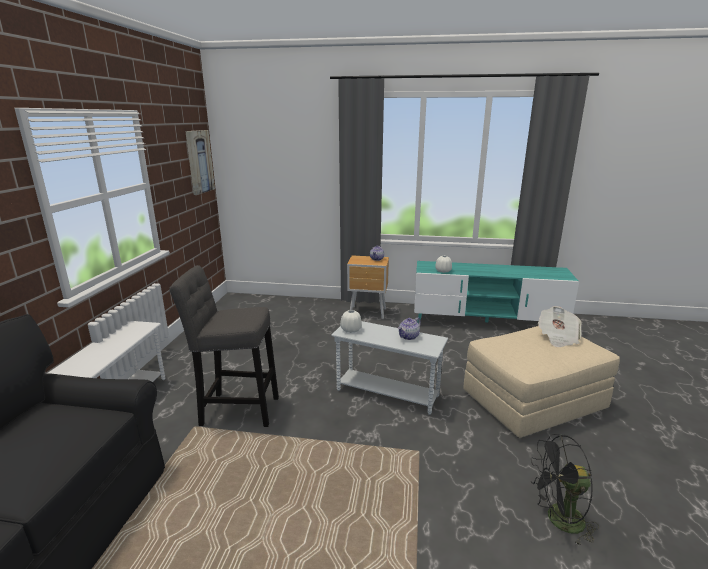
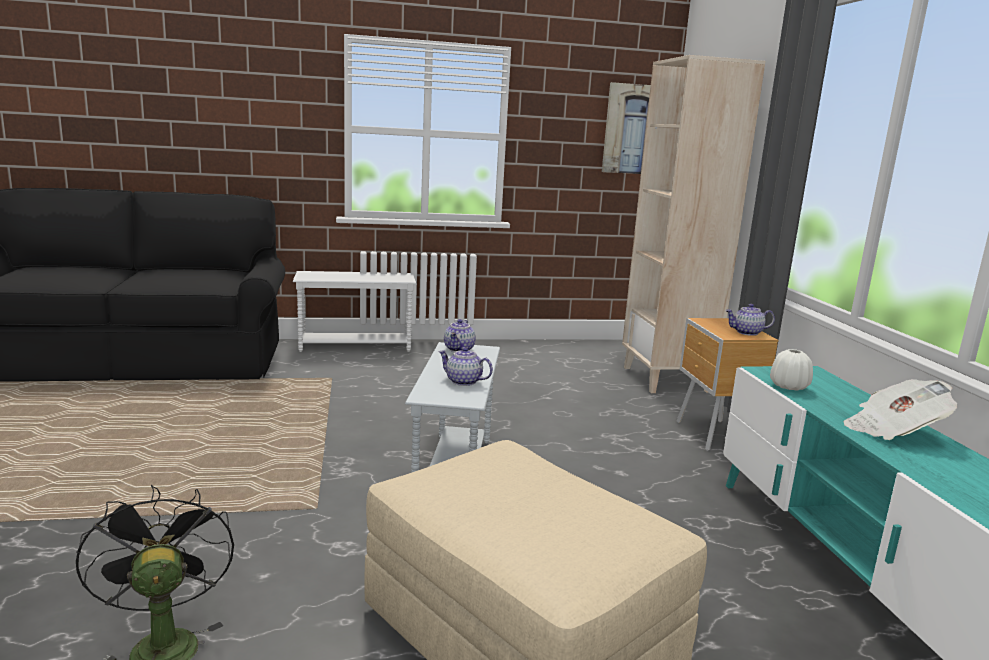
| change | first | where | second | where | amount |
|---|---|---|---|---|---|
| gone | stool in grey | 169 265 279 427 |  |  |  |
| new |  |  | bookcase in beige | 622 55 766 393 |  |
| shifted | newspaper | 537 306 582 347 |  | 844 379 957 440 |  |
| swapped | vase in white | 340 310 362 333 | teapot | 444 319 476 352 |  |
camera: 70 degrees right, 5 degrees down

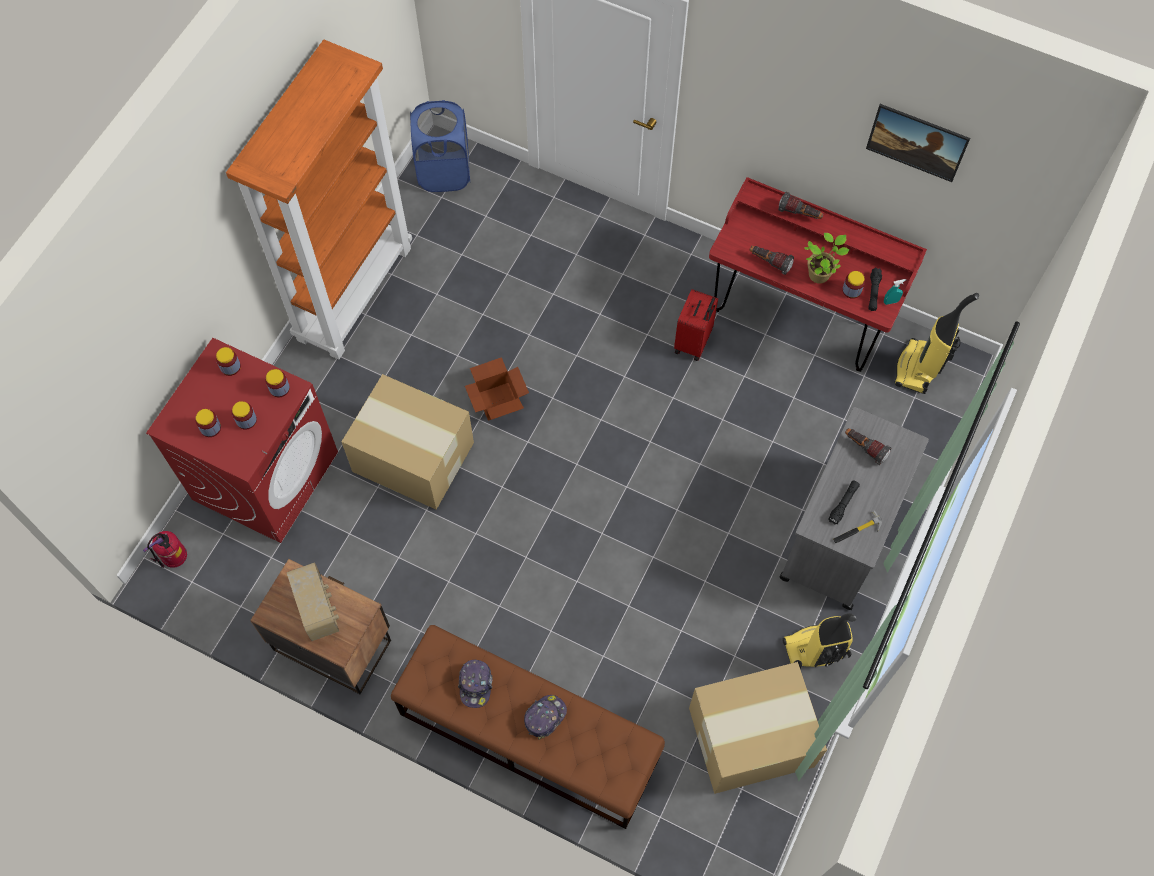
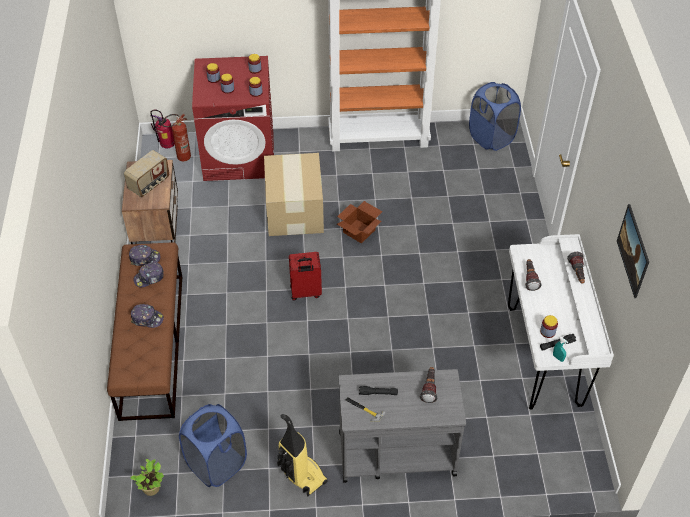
| change | first | where | second | where | amount |
|---|---|---|---|---|---|
| gone | vacuum cleaner | 895 293 979 394 |  |  |  |
| new |  |  | cap | 129 245 160 266 |  |
| new |  |  | fire extinguisher | 162 114 191 161 |  |
| shifted | suitcase in red | 674 289 718 361 |  | 289 252 322 301 |  |
| shifted | potted plant | 804 233 850 284 |  | 130 459 164 496 |  |
| swapped | cardboard box | 689 662 827 794 | laundry basket in blue | 179 404 247 487 |  |
| repainted | desk in red | 709 177 927 372 | desk in white | 508 234 614 410 |  |
camera: 60 degrees right, 15 degrees down

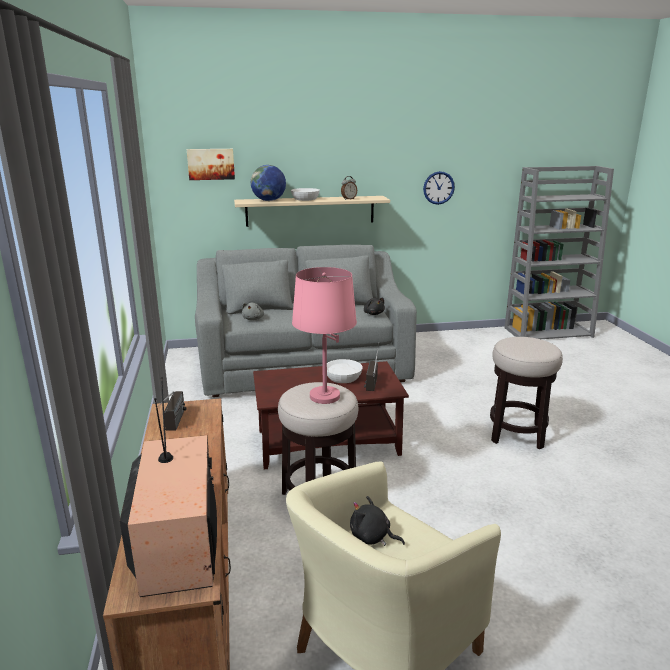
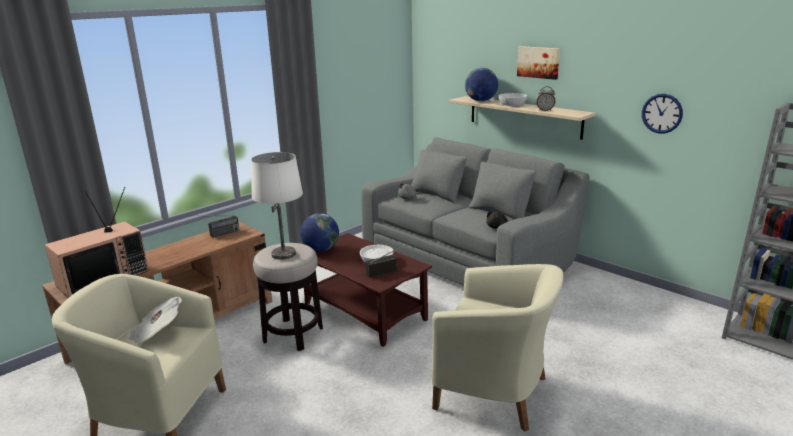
| change | first | where | second | where | amount |
|---|---|---|---|---|---|
| new |  |  | globe | 300 213 339 252 |  |
| shifted | picture | 187 149 235 180 |  | 517 46 560 80 |  |
| swapped | plush toy in black | 350 496 405 546 | newspaper | 127 297 182 345 |  |
| swapped | stool | 490 337 563 449 | armchair in beige | 431 264 564 432 |  |
| repainted | table lamp in pink | 292 267 357 404 | table lamp in white | 251 152 303 260 |  |
camera: 55 degrees right, 0 degrees up

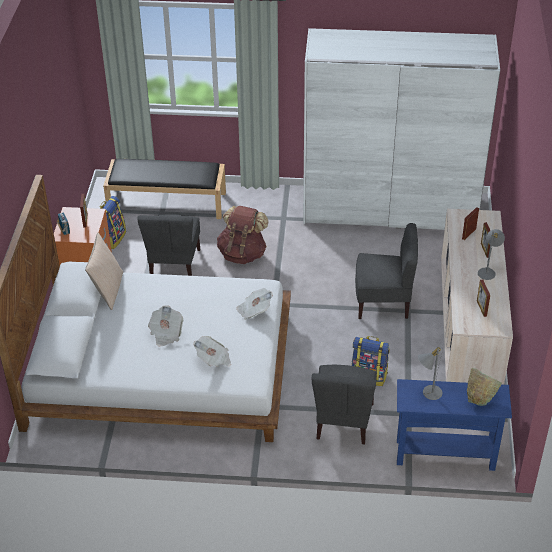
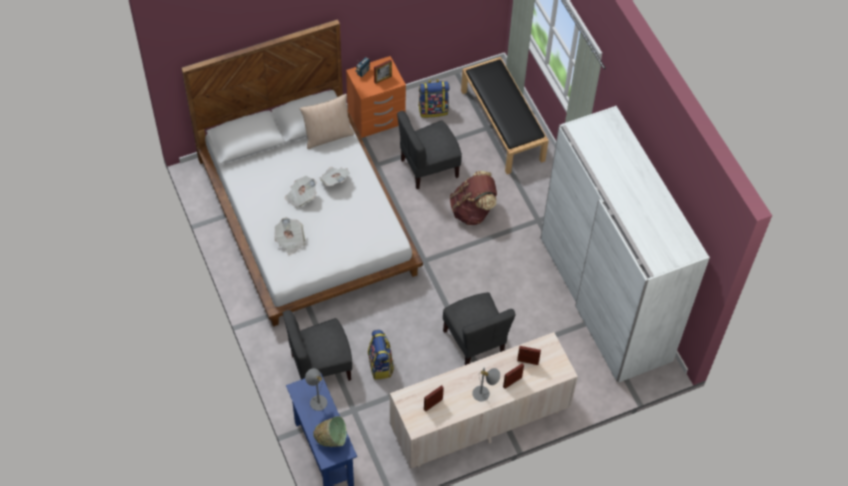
| change | first | where | second | where | amount |
|---|---|---|---|---|---|
| shifted | newspaper | 236 288 273 320 |  | 319 167 350 186 |  |
camera: 60 degrees right, 15 degrees up

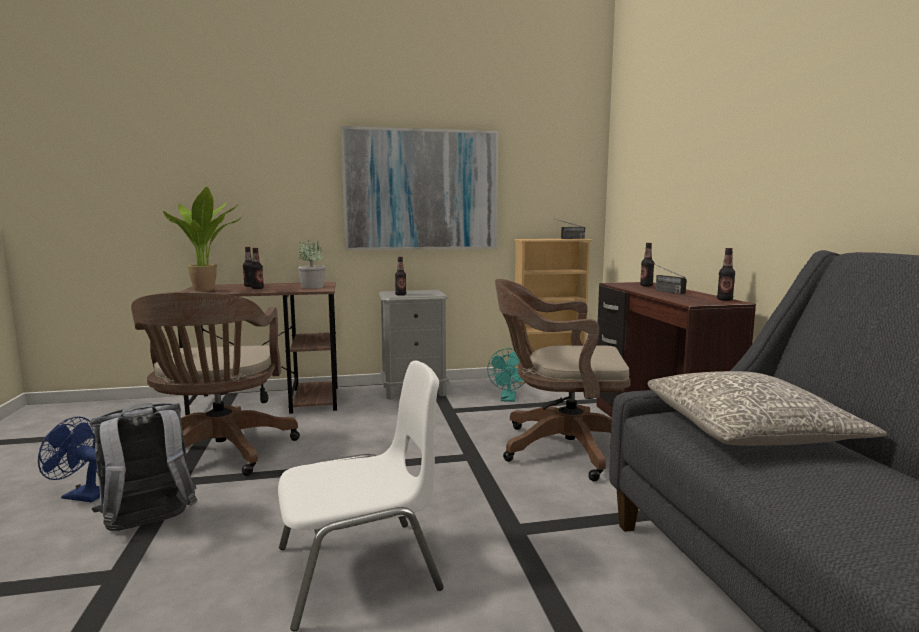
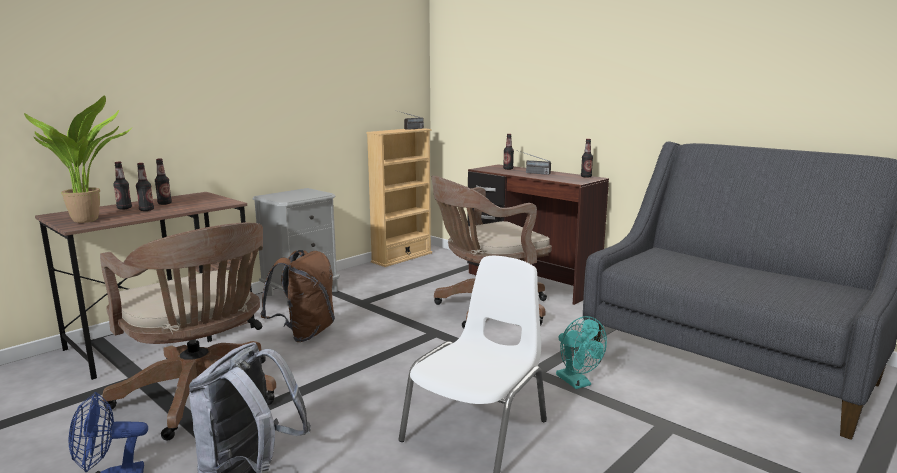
| change | first | where | second | where | amount |
|---|---|---|---|---|---|
| gone | potted plant | 298 240 325 288 |  |  |  |
| gone | picture | 341 126 498 250 |  |  |  |
| gone | pillow in grey | 647 371 887 446 |  |  |  |
| new |  |  | backpack in brown | 261 250 335 342 |  |
| shifted | bottle | 395 257 406 296 |  | 155 158 172 205 |  |
| shifted | fan in turquoise | 487 348 525 402 |  | 556 316 607 389 |  |
camera: 35 degrees left, 5 degrees up

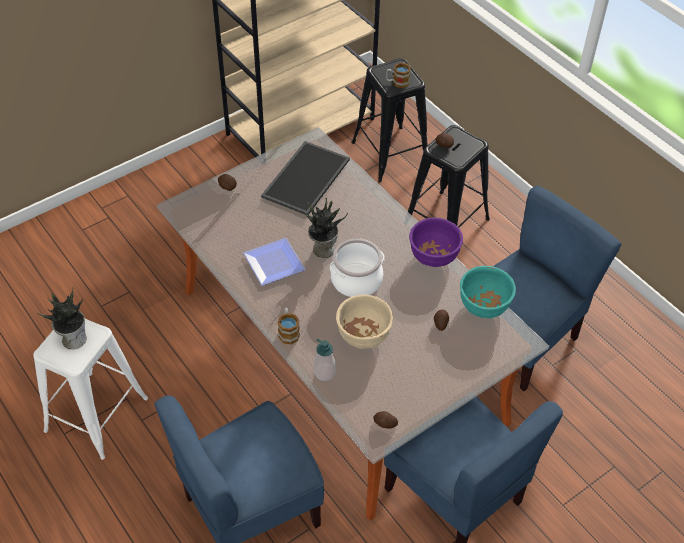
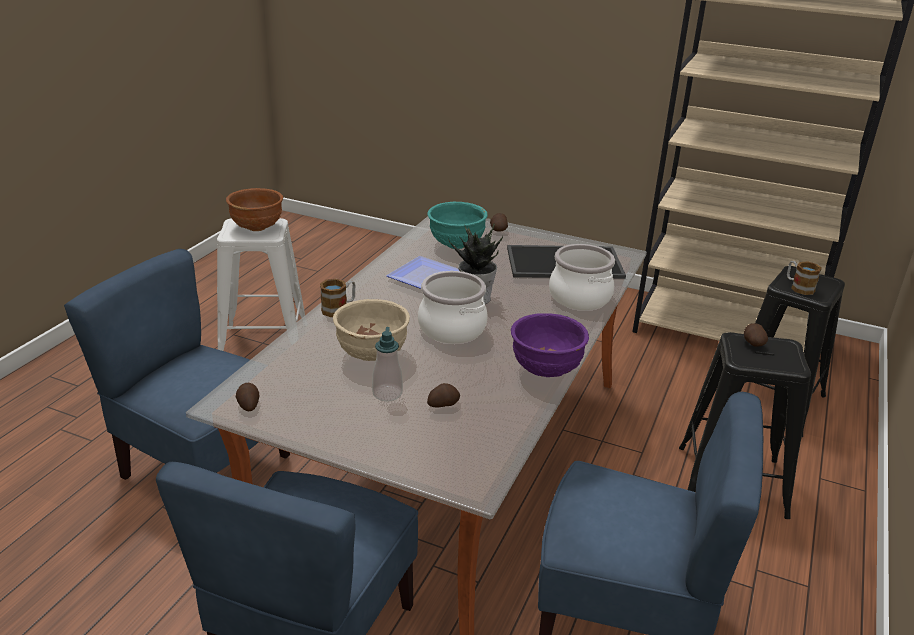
| change | first | where | second | where | amount |
|---|---|---|---|---|---|
| new |  |  | cooking pot | 549 244 615 310 |  |
| shifted | soap dispenser | 314 339 336 381 |  | 372 327 403 402 |  |
| shifted | bowl in turquoise | 460 266 516 318 |  | 427 202 487 249 |  |
| swapped | potted plant | 36 288 87 349 | bowl in brown | 226 188 283 231 |  |
camera: 60 degrees right, 20 degrees down

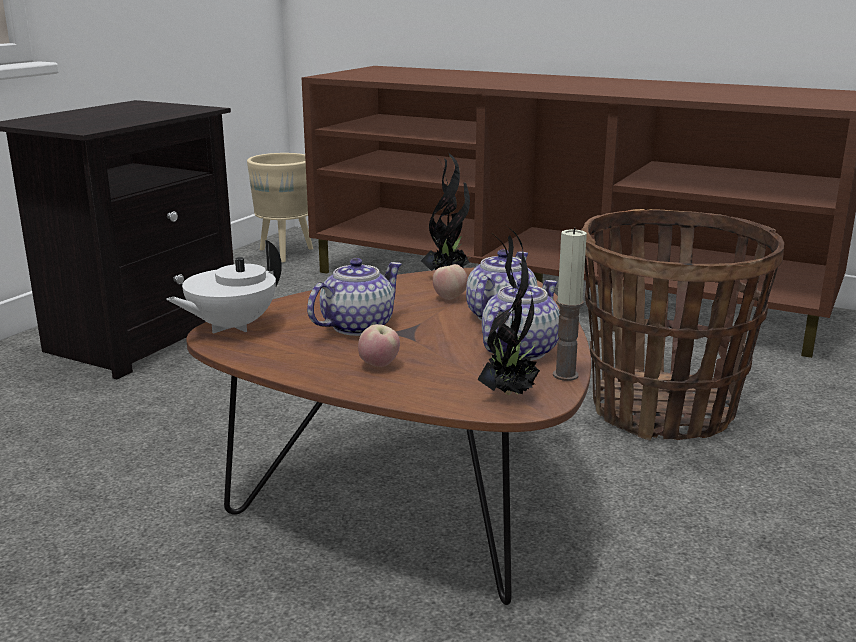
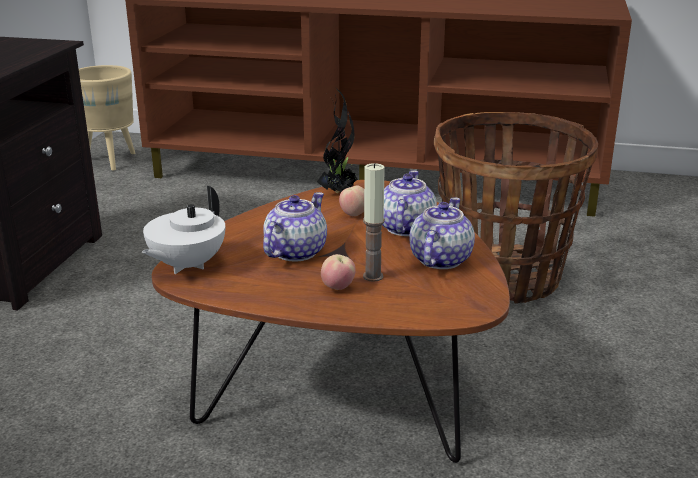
| change | first | where | second | where | amount |
|---|---|---|---|---|---|
| gone | potted plant | 477 227 540 395 |  |  |  |
| shifted | candle | 553 228 587 381 |  | 363 163 385 282 |  |
camera: 15 degrees left, 5 degrees up

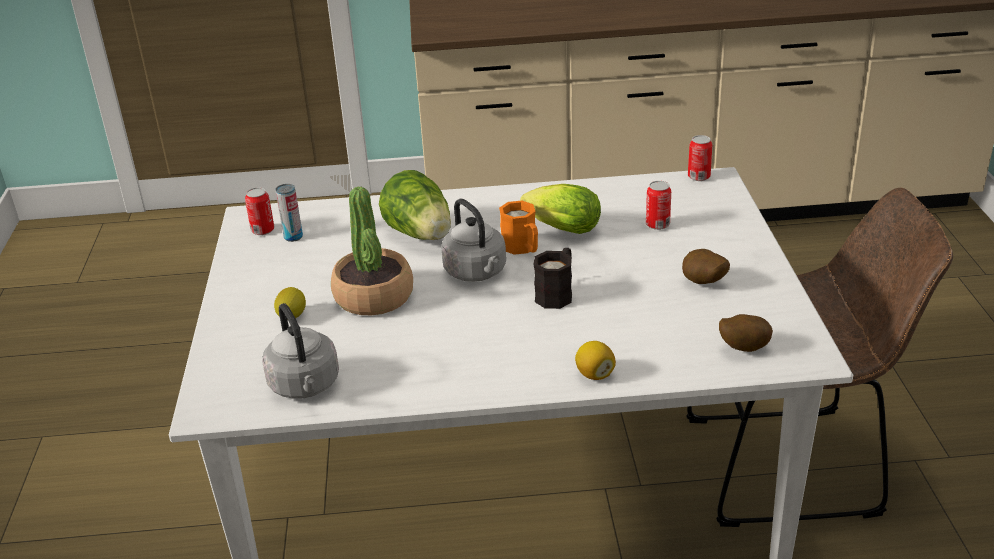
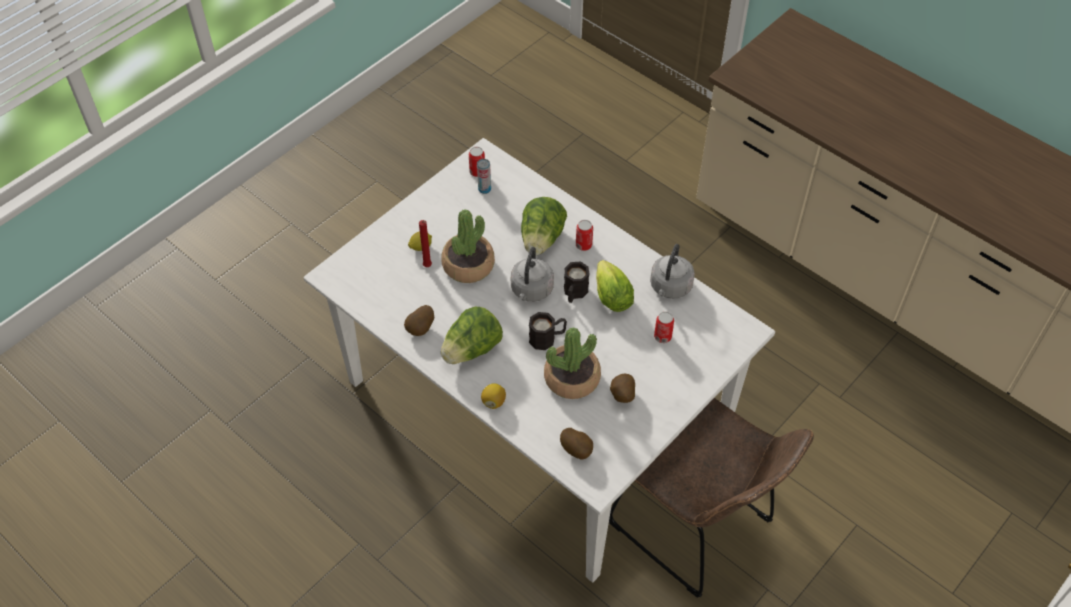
| change | first | where | second | where | amount |
|---|---|---|---|---|---|
| new |  |  | potato | 404 305 434 336 |  |
| new |  |  | candle in red | 419 220 432 267 |  |
| new |  |  | lettuce | 441 306 503 364 |  |
| new |  |  | potted plant | 544 327 601 399 |  |
| shifted | kettle in grey | 262 303 339 399 |  | 650 244 695 299 |  |
| shifted | can | 688 135 712 181 |  | 576 220 593 251 |  |
| repainted | mug in orange | 499 201 538 255 | mug in black | 564 261 589 303 |  |
camera: 45 degrees right, 20 degrees up

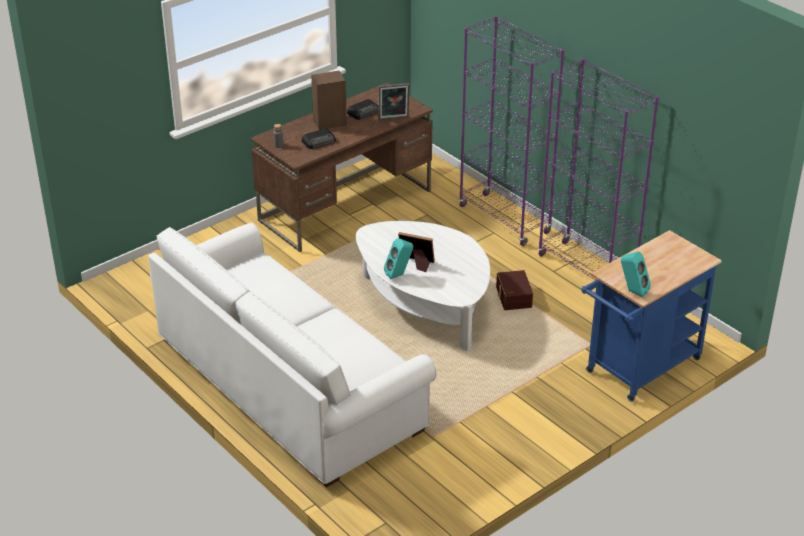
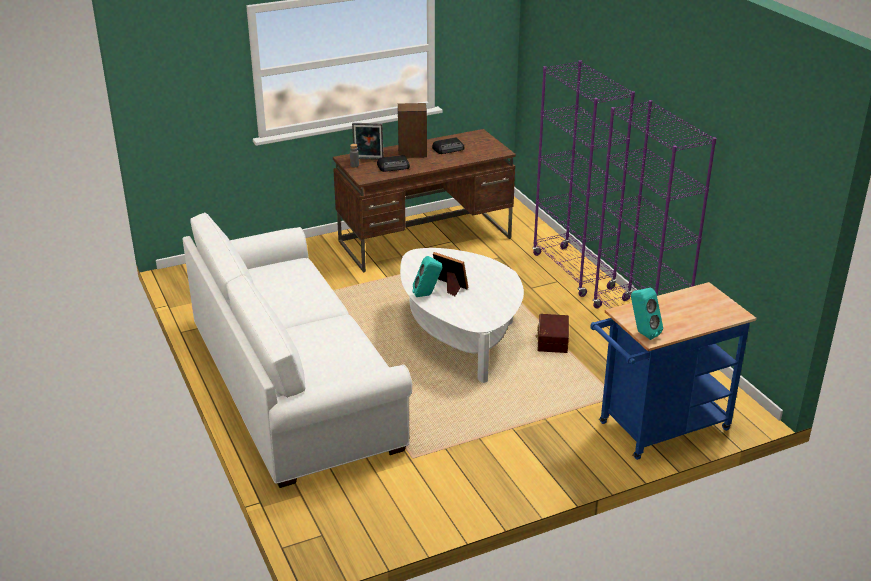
| change | first | where | second | where | amount |
|---|---|---|---|---|---|
| shifted | picture frame | 379 83 409 120 |  | 352 123 384 160 |  |
camera: 15 degrees right, 5 degrees down

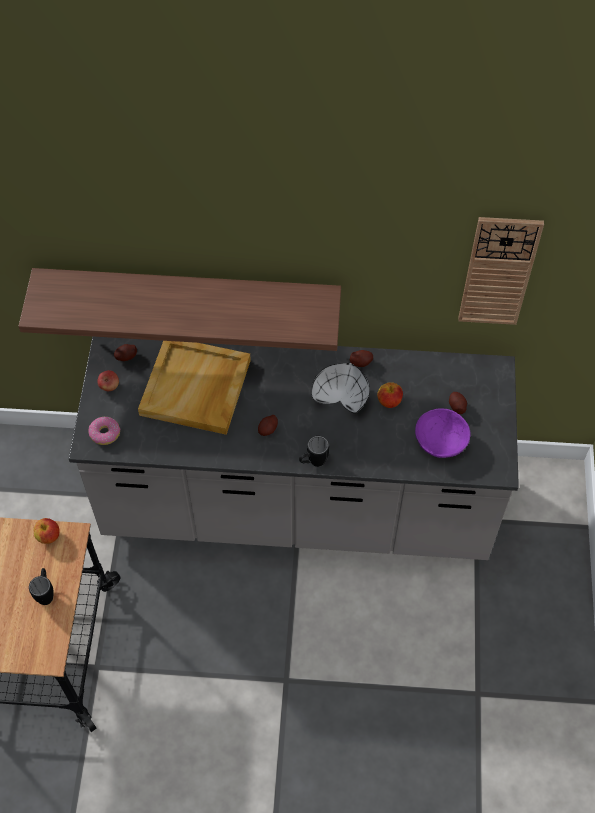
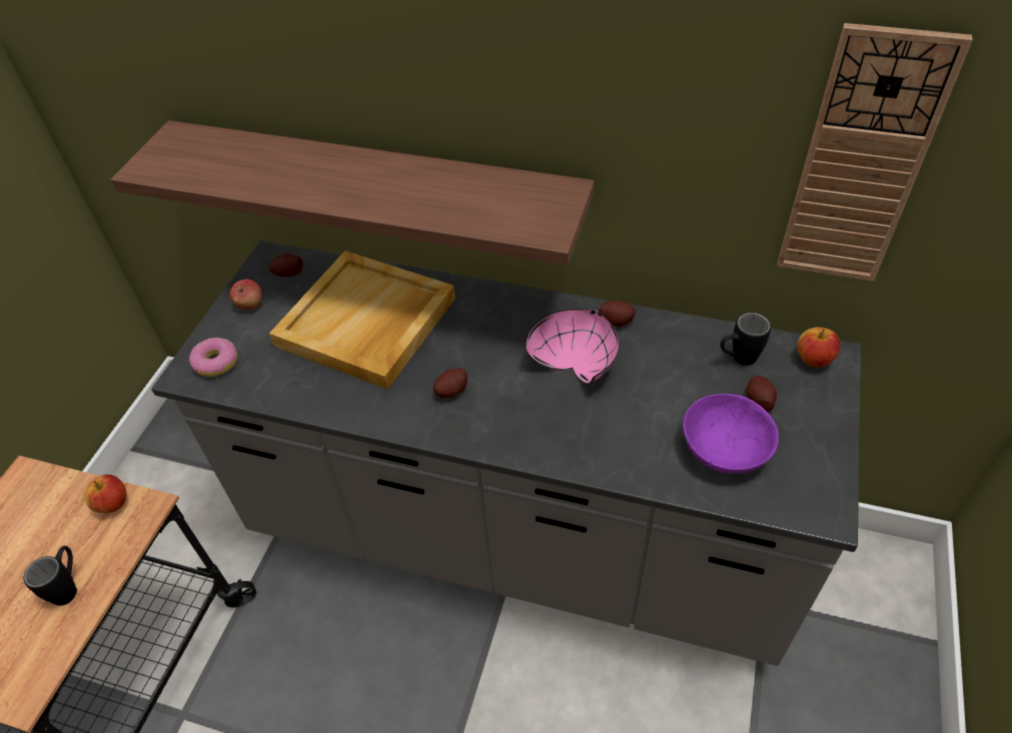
| change | first | where | second | where | amount |
|---|---|---|---|---|---|
| shifted | mug in black | 299 436 329 467 |  | 720 312 771 365 |  |
| shifted | apple | 377 382 403 408 |  | 797 327 840 367 |  |
| repainted | bowl in white | 311 363 370 413 | bowl in pink | 526 309 620 384 |  |
camera: 15 degrees right, 10 degrees down

